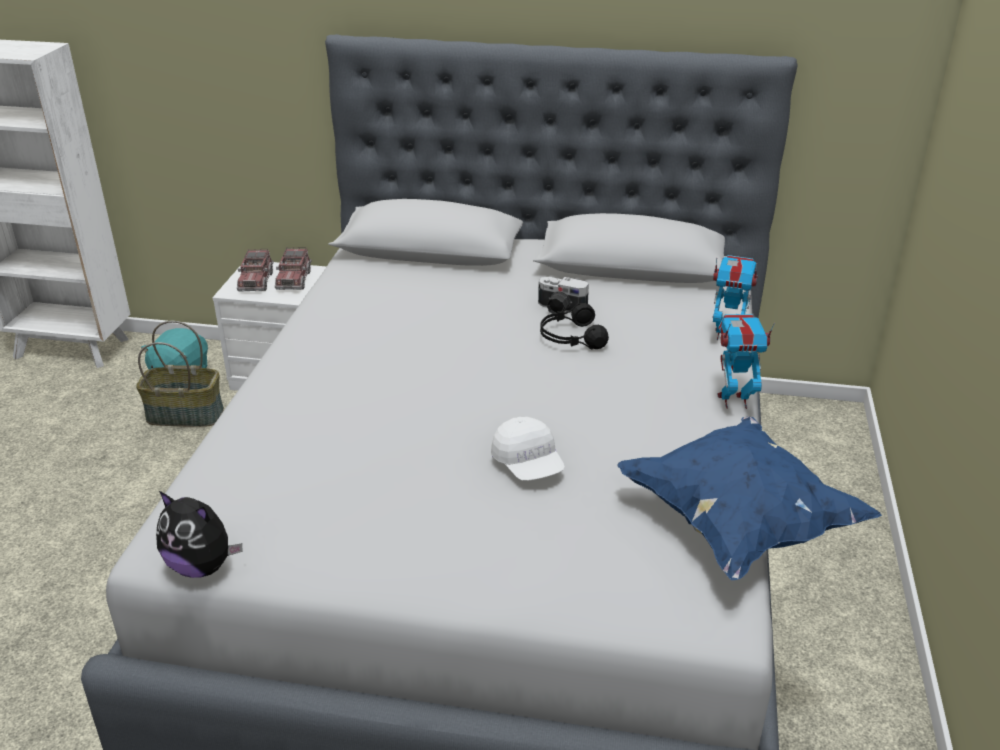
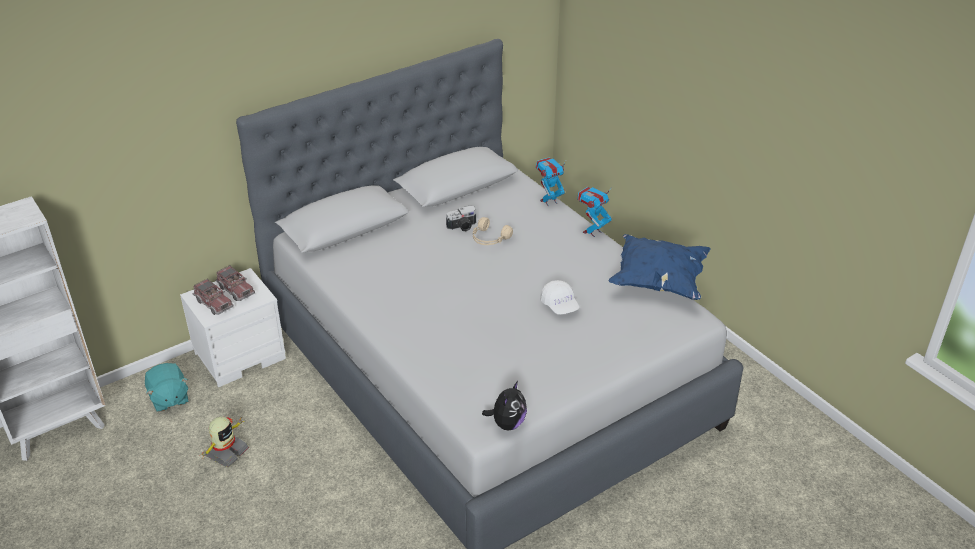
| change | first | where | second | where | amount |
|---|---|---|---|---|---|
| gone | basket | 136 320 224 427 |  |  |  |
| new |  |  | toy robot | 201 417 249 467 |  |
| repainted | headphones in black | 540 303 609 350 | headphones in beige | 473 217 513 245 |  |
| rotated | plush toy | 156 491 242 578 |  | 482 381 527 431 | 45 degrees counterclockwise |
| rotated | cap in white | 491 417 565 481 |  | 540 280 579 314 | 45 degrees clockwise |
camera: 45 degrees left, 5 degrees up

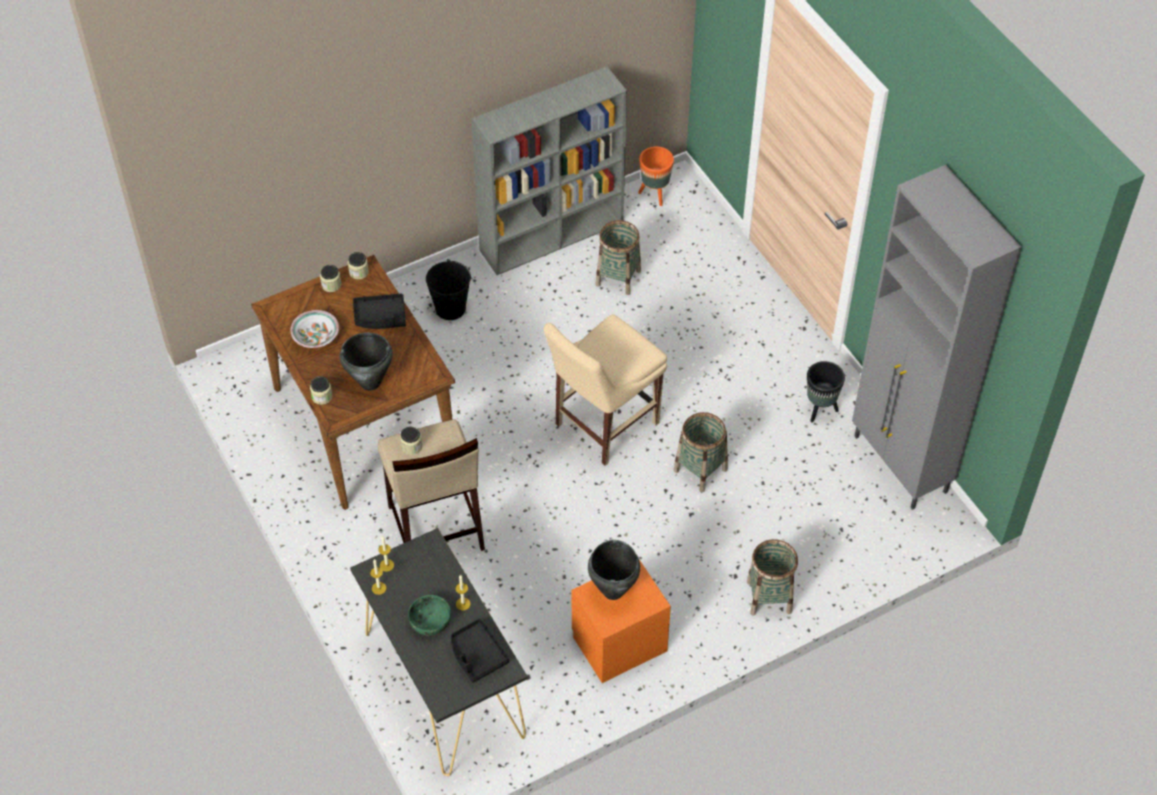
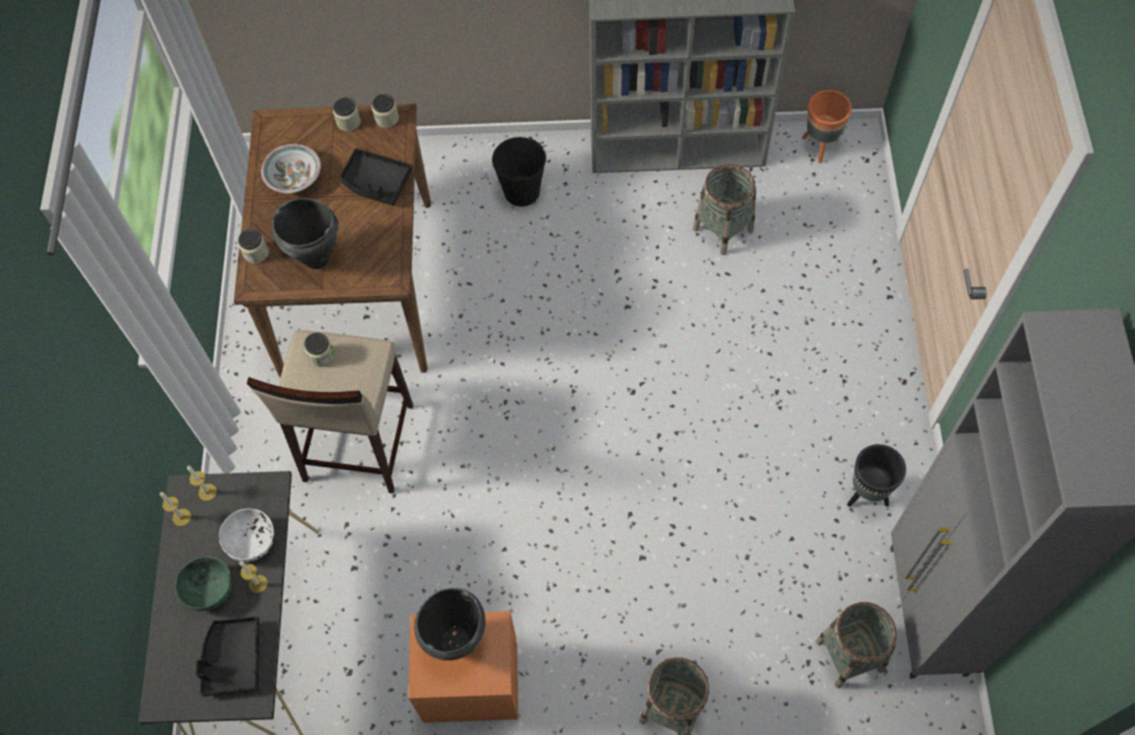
| change | first | where | second | where | amount |
|---|---|---|---|---|---|
| gone | chair in beige | 543 314 667 466 |  |  |  |
| new |  |  | bowl in white | 219 508 274 562 |  |
| shifted | basket | 674 412 728 492 |  | 816 602 897 688 |  |
camera: 30 degrees right, 10 degrees up

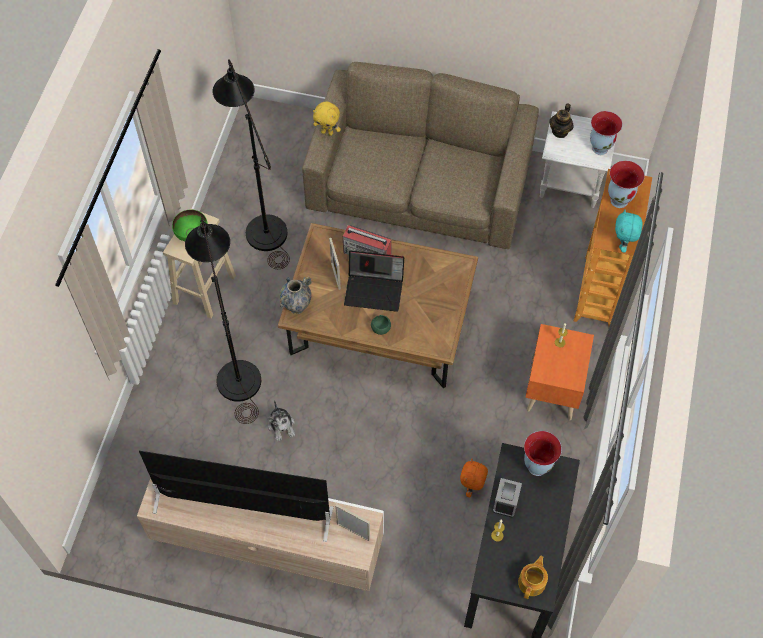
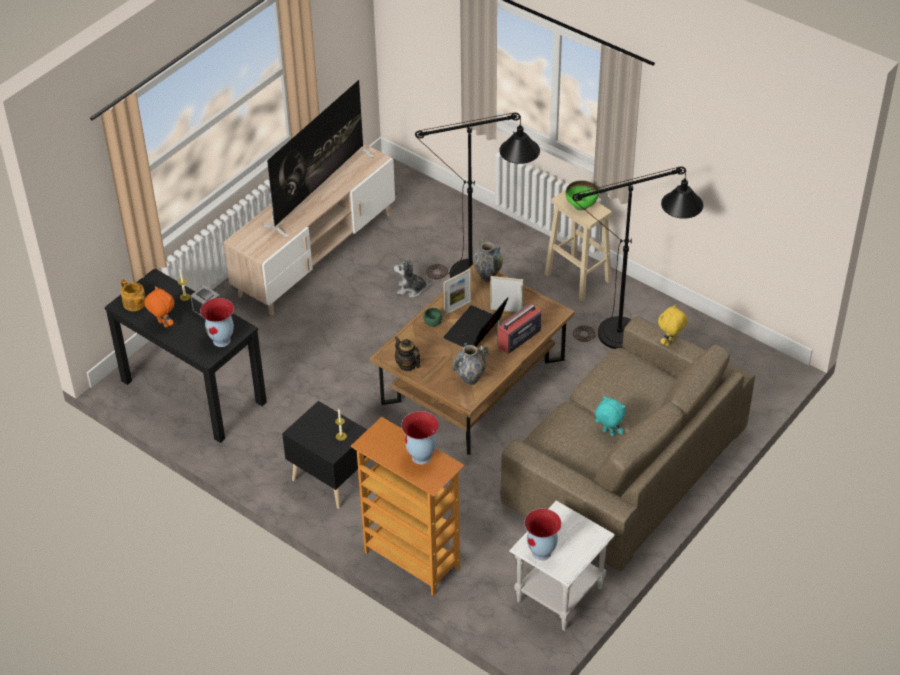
| change | first | where | second | where | amount |
|---|---|---|---|---|---|
| new |  |  | vase | 452 343 489 385 |  |
| shifted | picture frame | 335 504 370 541 |  | 443 268 471 316 |  |
| shifted | plush toy in orange | 460 459 488 497 |  | 144 286 175 328 |  |
| shifted | teapot | 549 103 574 138 |  | 394 336 421 371 |  |
| shifted | plush toy in turquoise | 615 209 643 253 |  | 595 396 626 436 |  |
| repainted | nightstand in orange | 525 324 594 420 | nightstand in black | 282 401 367 509 |  |
camera: 115 degrees right, 15 degrees down

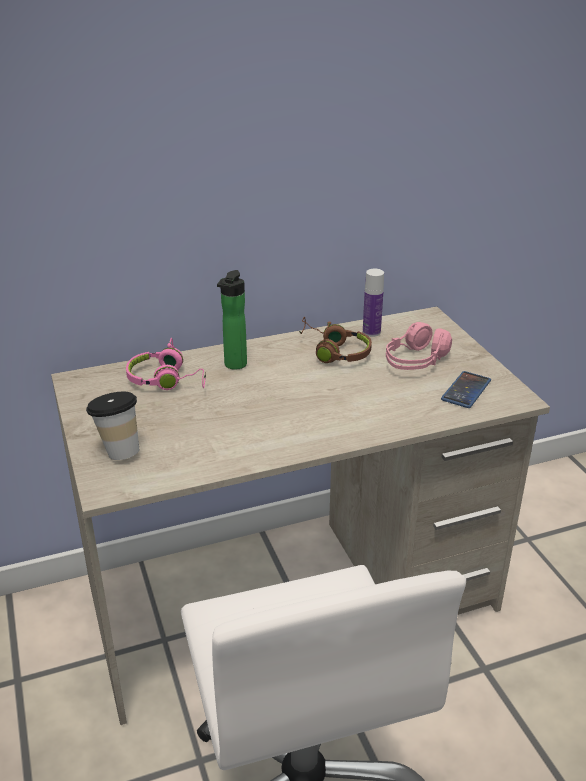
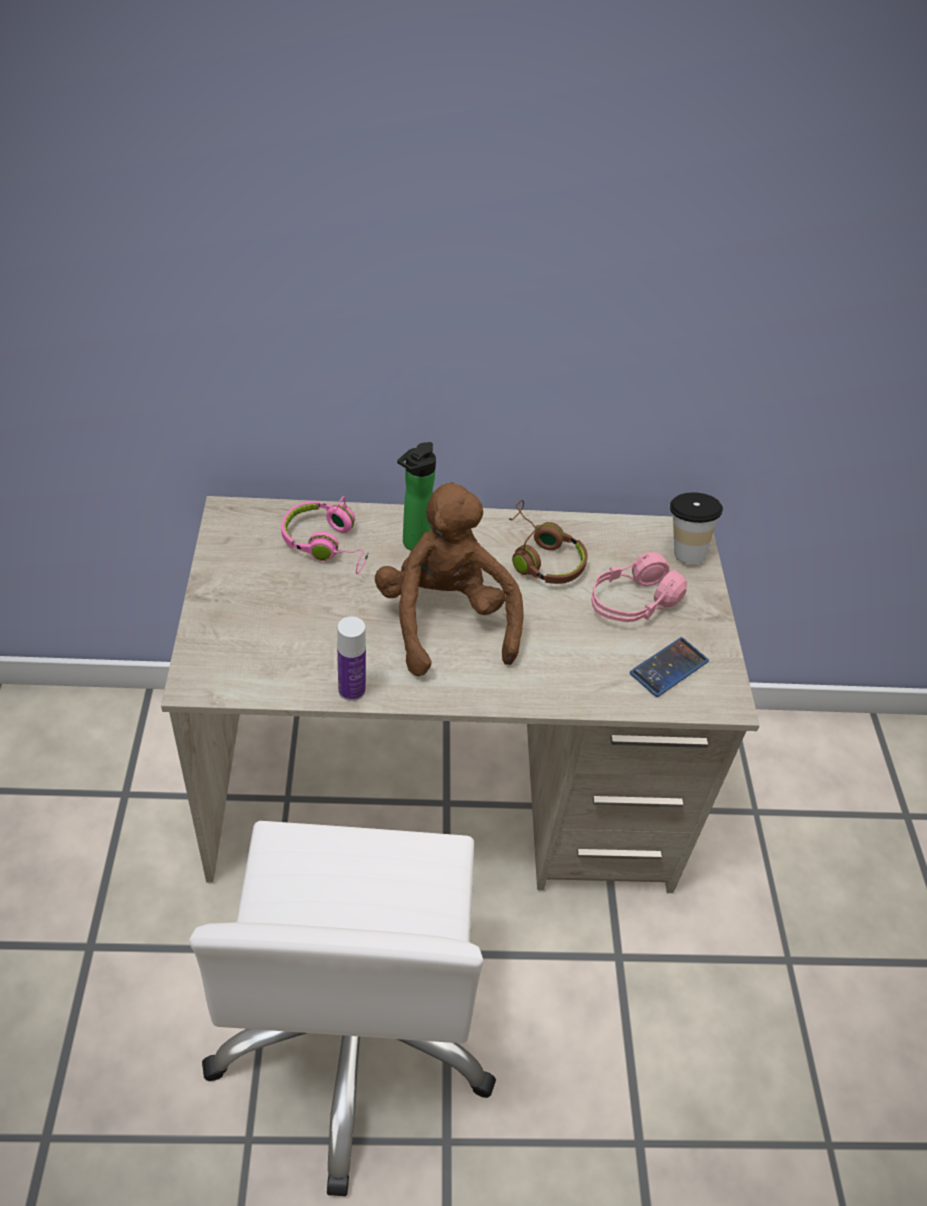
| change | first | where | second | where | amount |
|---|---|---|---|---|---|
| new |  |  | plush toy in brown | 375 482 524 676 |  |
| shifted | cup | 86 392 139 460 |  | 670 493 723 564 |  |
| shifted | bottle | 363 269 384 337 |  | 337 616 366 701 |  |
camera: 15 degrees right, 15 degrees up

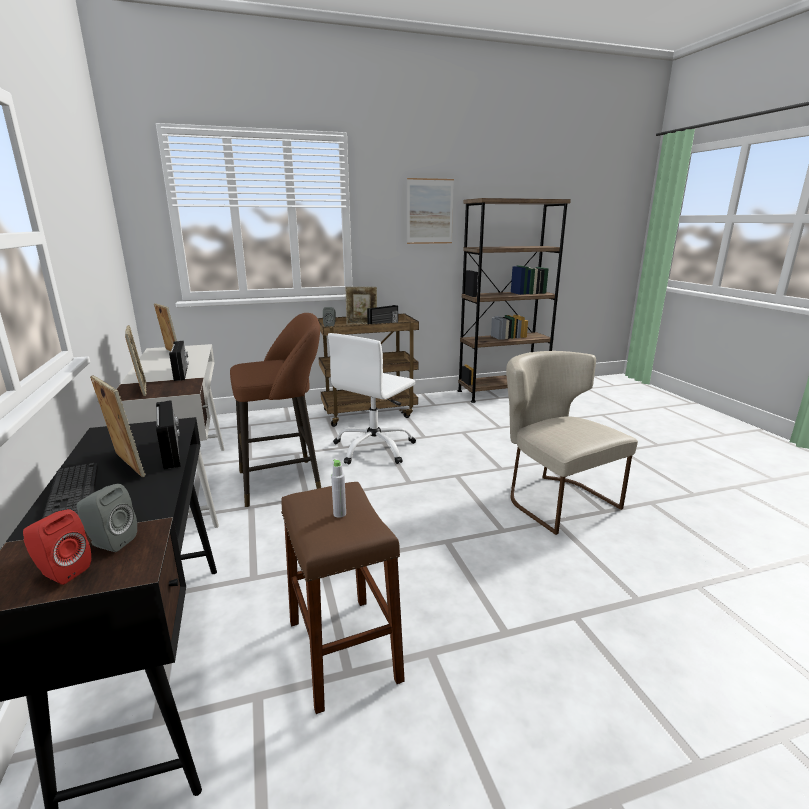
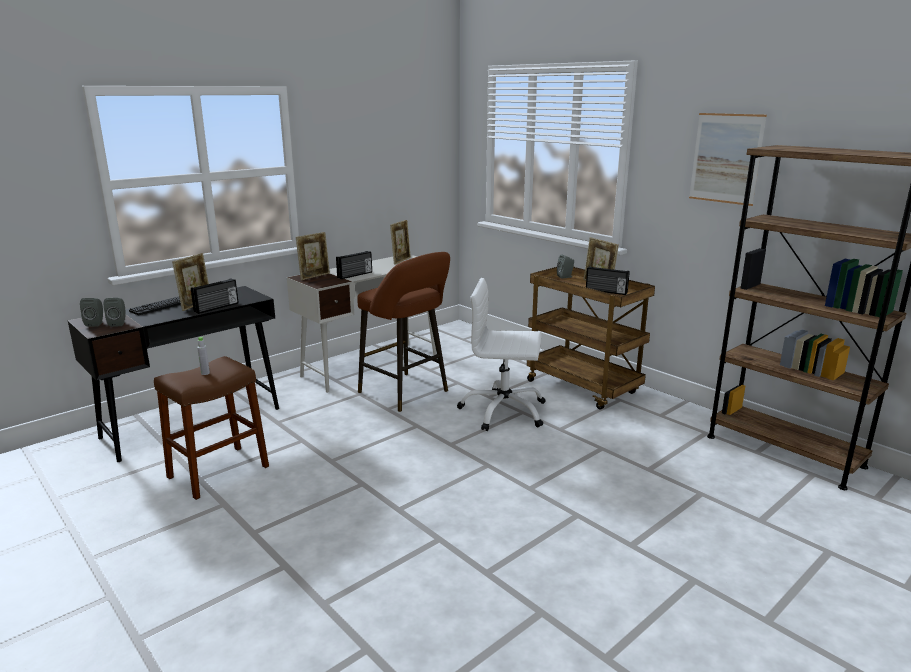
| change | first | where | second | where | amount |
|---|---|---|---|---|---|
| gone | chair in beige | 506 351 638 535 |  |  |  |
| repainted | speaker in red | 23 509 91 585 | speaker in grey | 80 298 103 327 |  |
camera: 65 degrees right, 0 degrees up

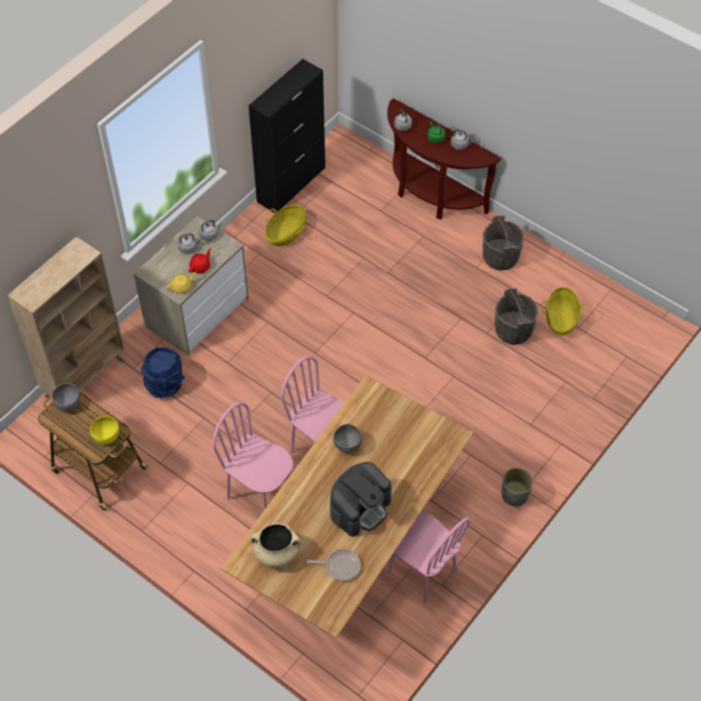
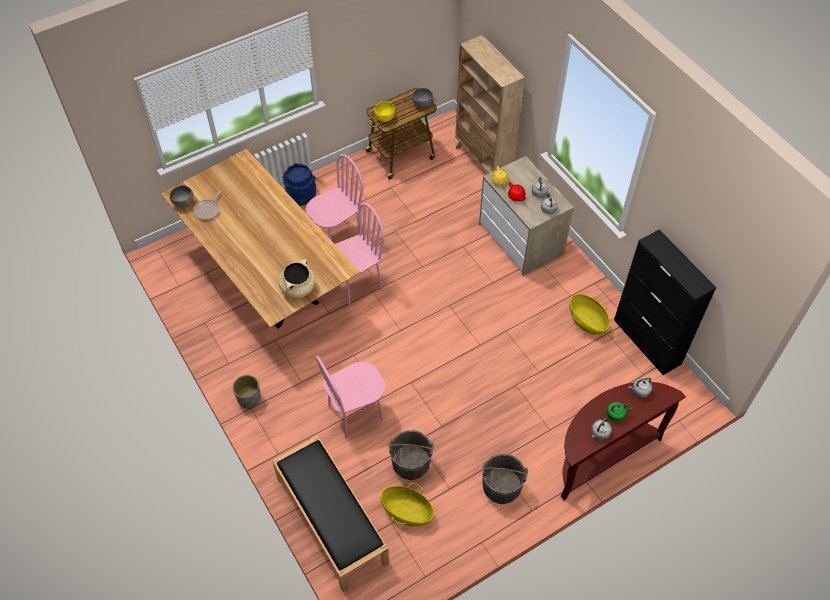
| change | first | where | second | where | amount |
|---|---|---|---|---|---|
| gone | coffee machine | 330 462 392 537 |  |  |  |
| new |  |  | bench in black | 272 436 389 592 |  |
| shifted | bucket in blue | 141 347 185 398 |  | 282 163 316 206 |  |
| shifted | cooking pot in beige | 250 523 301 568 |  | 278 259 315 298 |  |
| shifted | bowl in grey | 333 424 362 453 |  | 170 185 193 207 |  |
| shifted | chair in pink | 388 511 470 604 |  | 315 356 385 439 |  |
camera: 110 degrees right, 0 degrees up

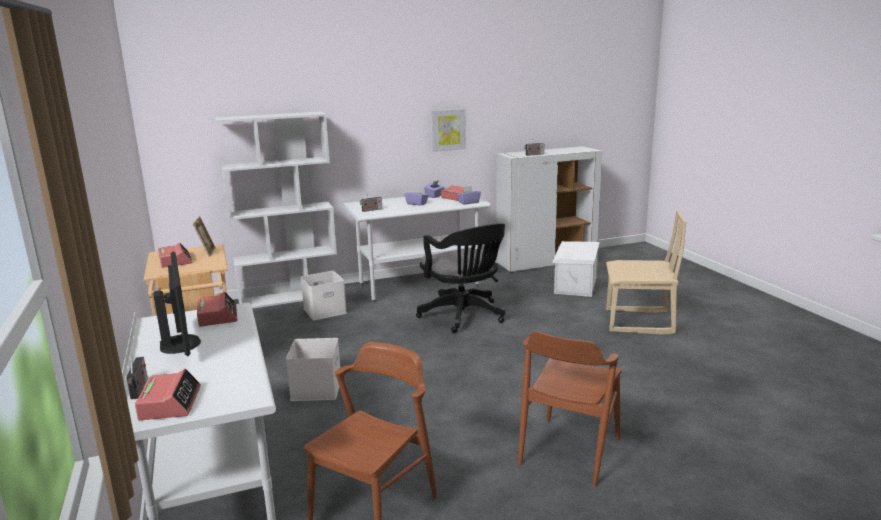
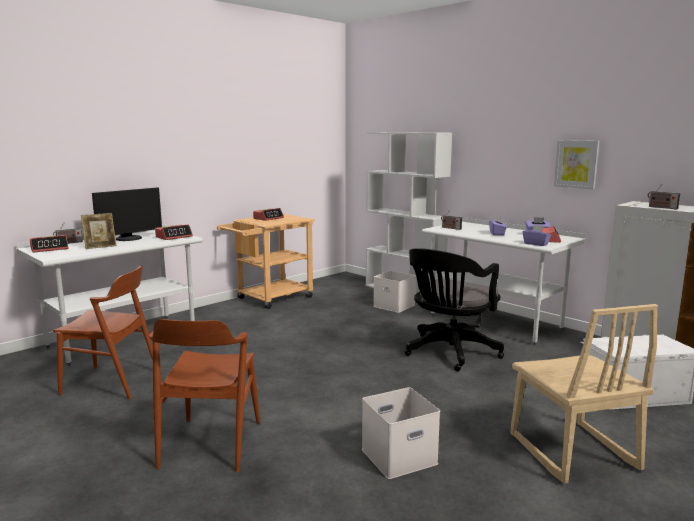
| change | first | where | second | where | amount |
|---|---|---|---|---|---|
| shifted | picture frame | 193 216 216 257 |  | 81 213 117 249 |  |
| shifted | storage box in white | 286 338 340 401 |  | 362 387 440 479 |  |
| rotated | chair in brown | 518 332 621 487 |  | 149 319 260 472 | 90 degrees counterclockwise |
camera: 65 degrees right, 5 degrees down

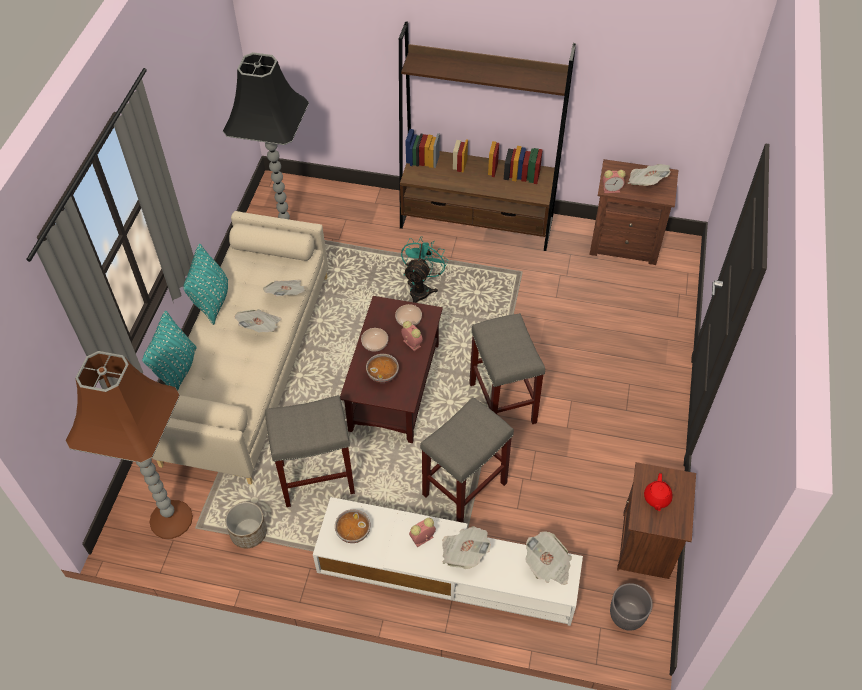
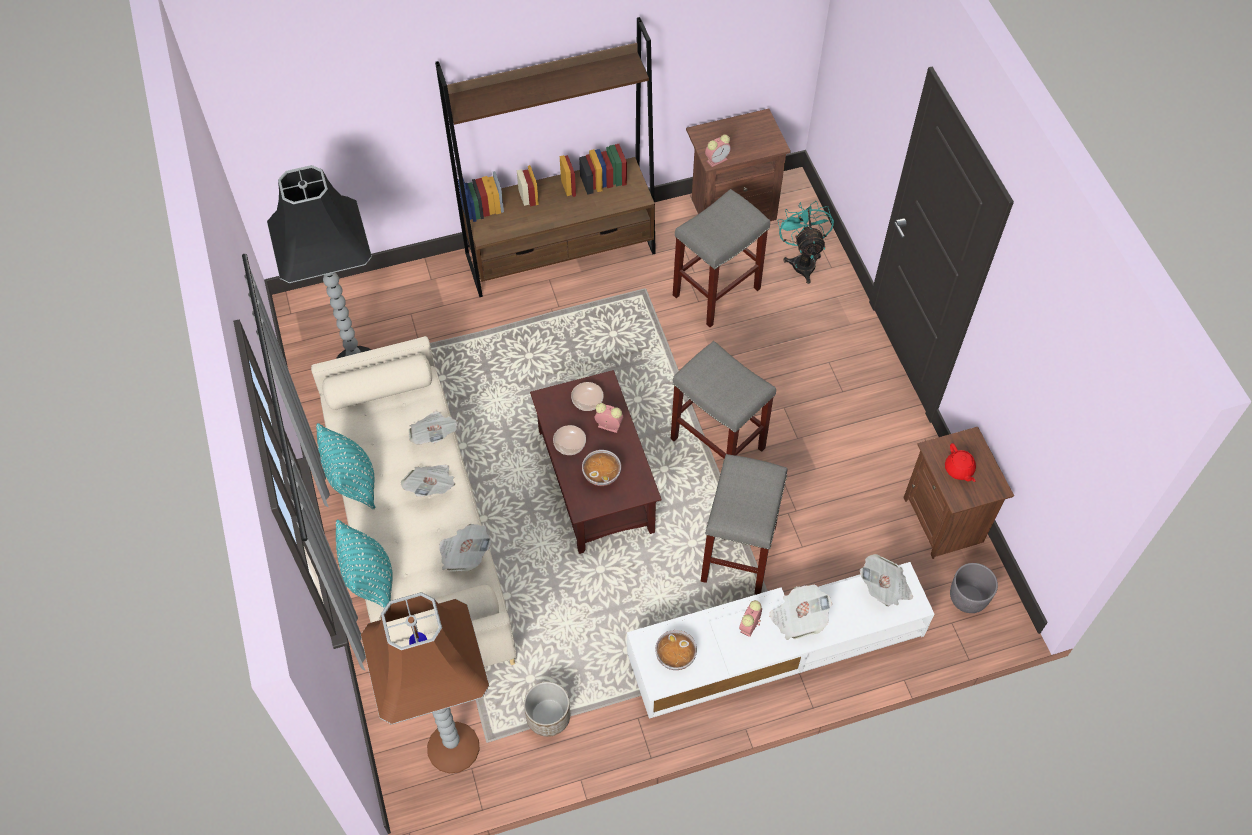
| change | first | where | second | where | amount |
|---|---|---|---|---|---|
| shifted | stool in grey | 265 395 355 507 |  | 673 189 770 327 |  |
| shifted | fan in turquoise | 401 236 448 303 |  | 778 201 834 284 |  |
| shifted | newspaper | 627 164 670 186 |  | 439 524 491 571 |  |
camera: 30 degrees left, 5 degrees up

